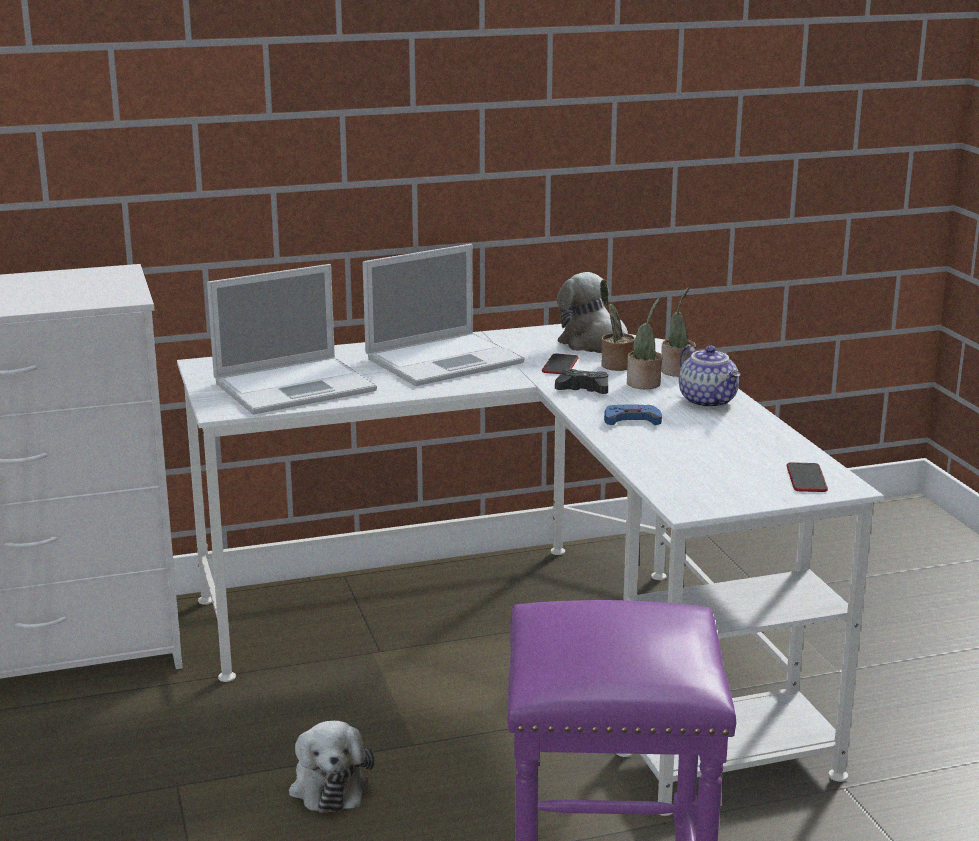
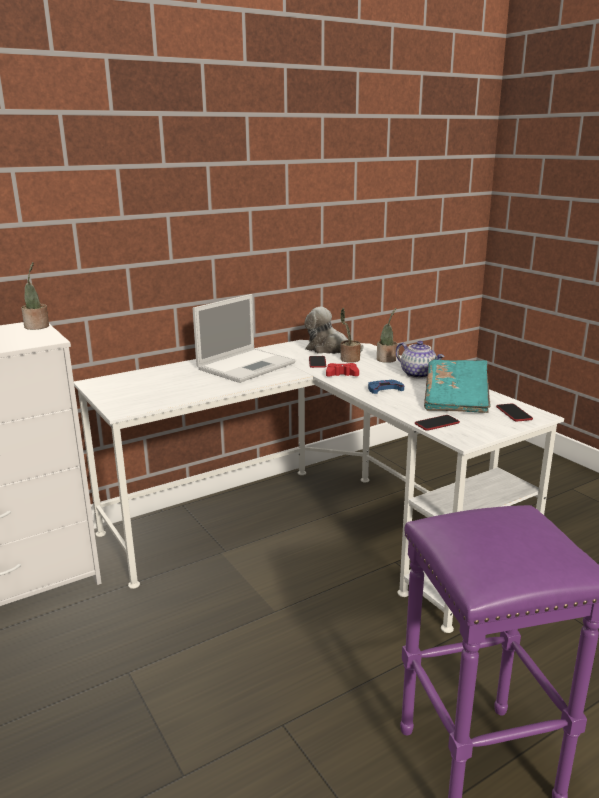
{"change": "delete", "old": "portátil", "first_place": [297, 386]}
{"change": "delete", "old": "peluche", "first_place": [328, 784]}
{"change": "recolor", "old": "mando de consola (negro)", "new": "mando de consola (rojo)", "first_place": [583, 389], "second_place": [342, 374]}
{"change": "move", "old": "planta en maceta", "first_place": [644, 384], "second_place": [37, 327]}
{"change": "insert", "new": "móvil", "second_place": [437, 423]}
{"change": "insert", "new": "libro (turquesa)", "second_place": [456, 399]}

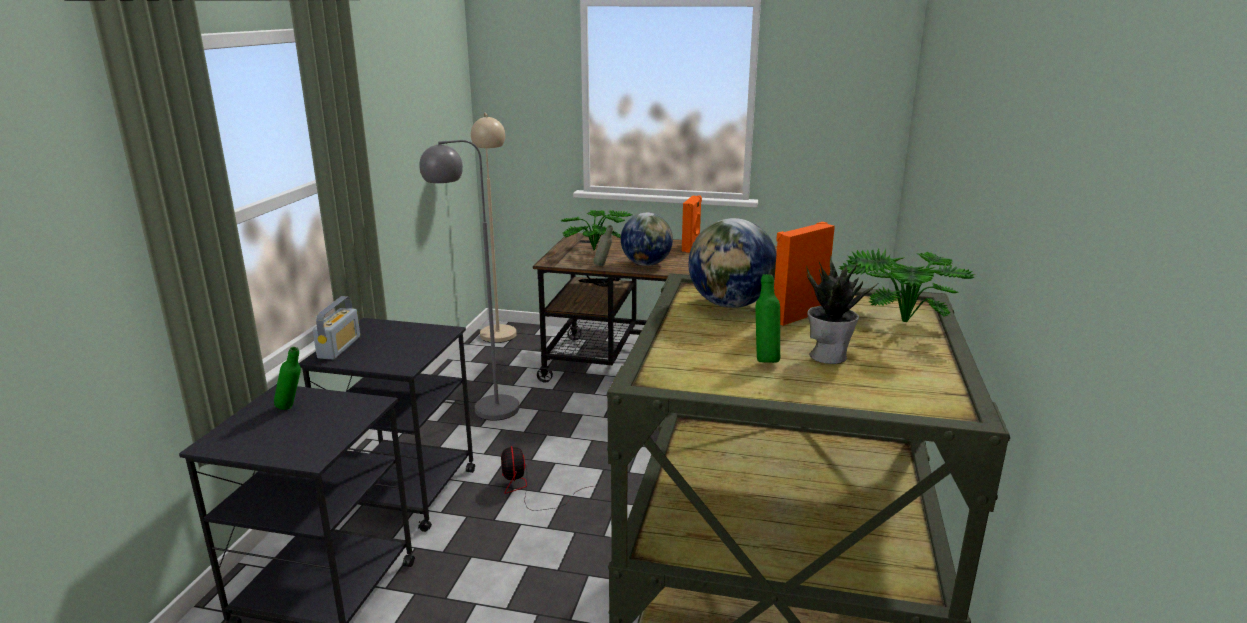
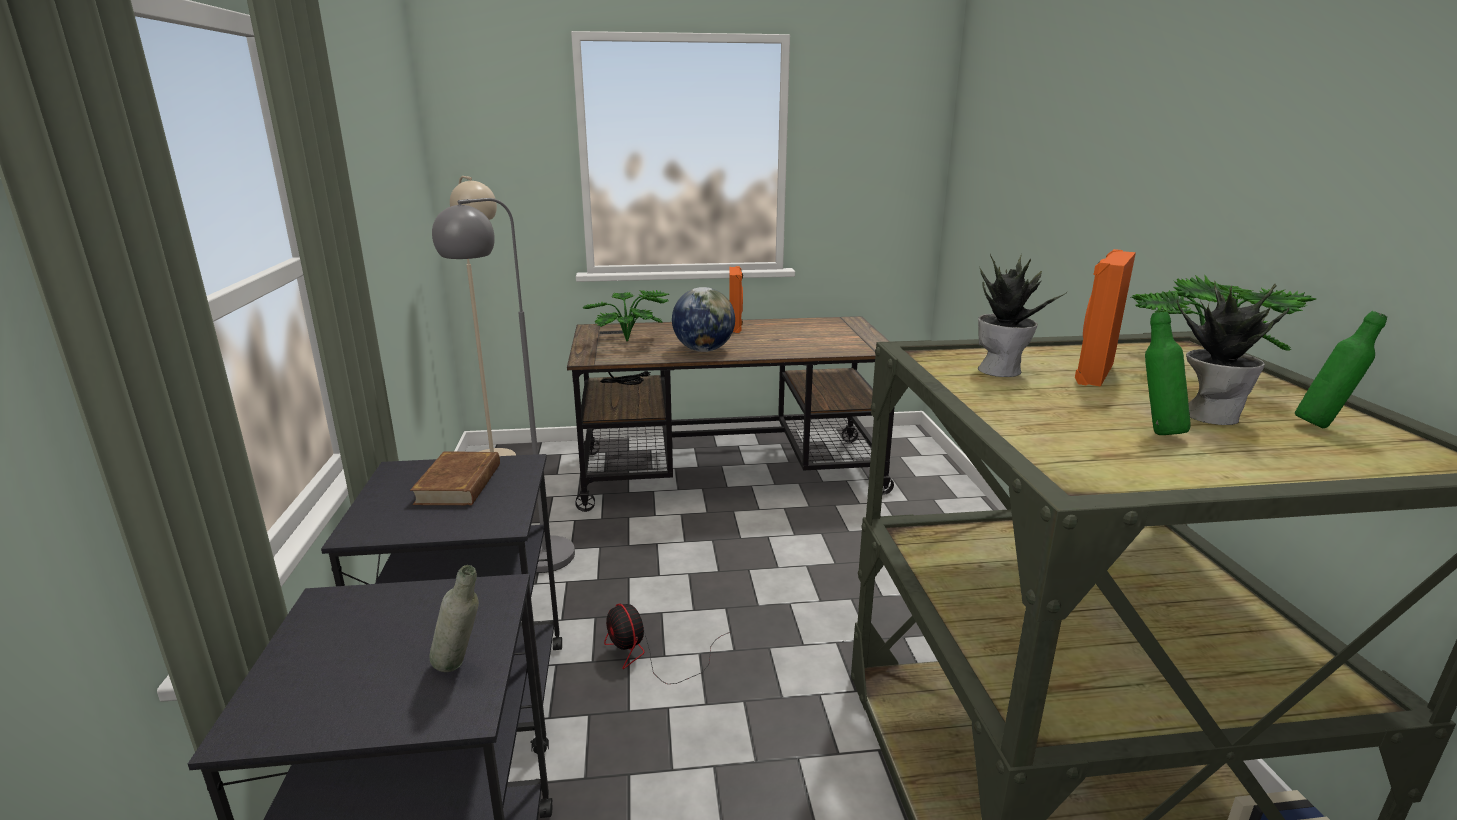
{"change": "move", "old": "botella (verde)", "first_place": [292, 408], "second_place": [1322, 425]}
{"change": "delete", "old": "radio", "first_place": [339, 347]}
{"change": "move", "old": "botella (gris)", "first_place": [603, 266], "second_place": [461, 668]}
{"change": "replace", "old": "globo terráqueo", "new": "planta en maceta", "first_place": [730, 304], "second_place": [1001, 370]}
{"change": "insert", "new": "libro (marrón)", "second_place": [459, 484]}

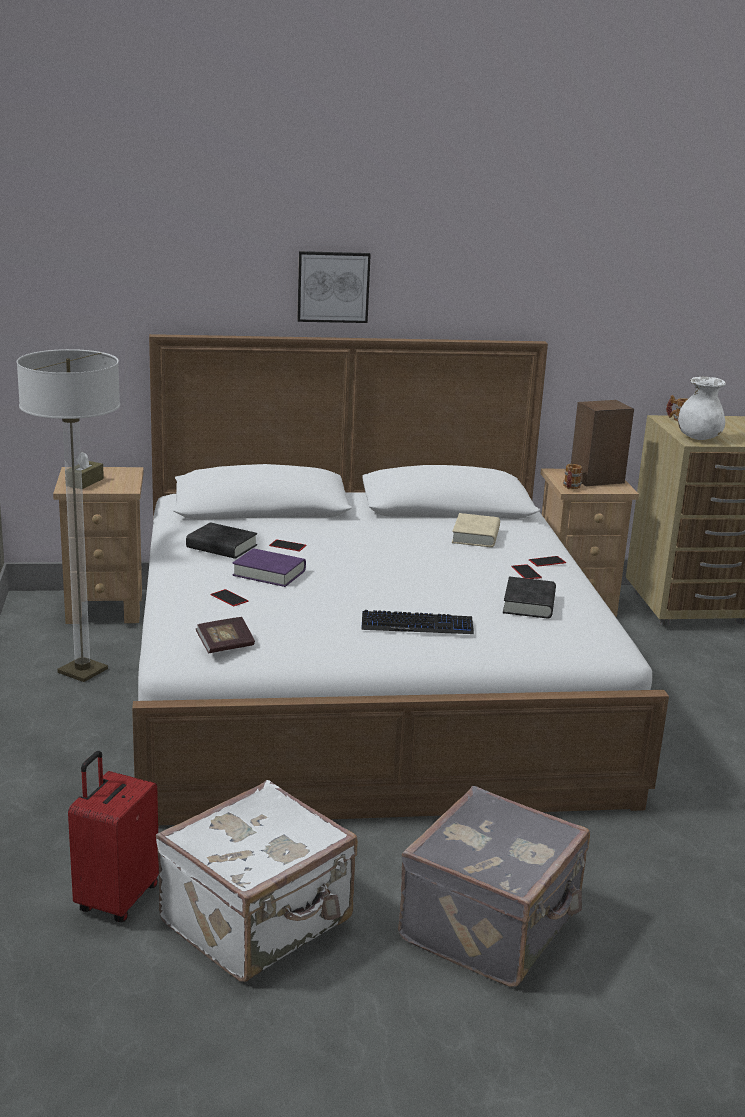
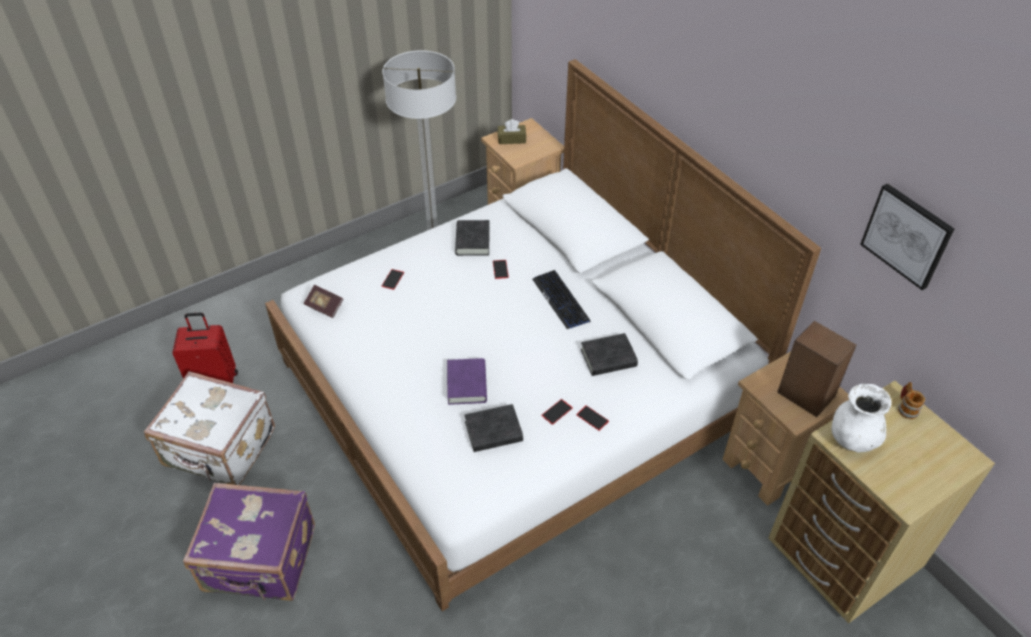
{"change": "move", "old": "libro (morado)", "first_place": [269, 573], "second_place": [467, 384]}
{"change": "move", "old": "cuadro", "first_place": [333, 287], "second_place": [907, 235]}
{"change": "move", "old": "teclado", "first_place": [417, 625], "second_place": [561, 300]}
{"change": "recolor", "old": "maleta (gris)", "new": "maleta (morado)", "first_place": [493, 927], "second_place": [260, 561]}
{"change": "recolor", "old": "libro (beis)", "new": "libro (negro)", "first_place": [475, 536], "second_place": [608, 358]}
{"change": "delete", "old": "taza grande", "first_place": [570, 487]}

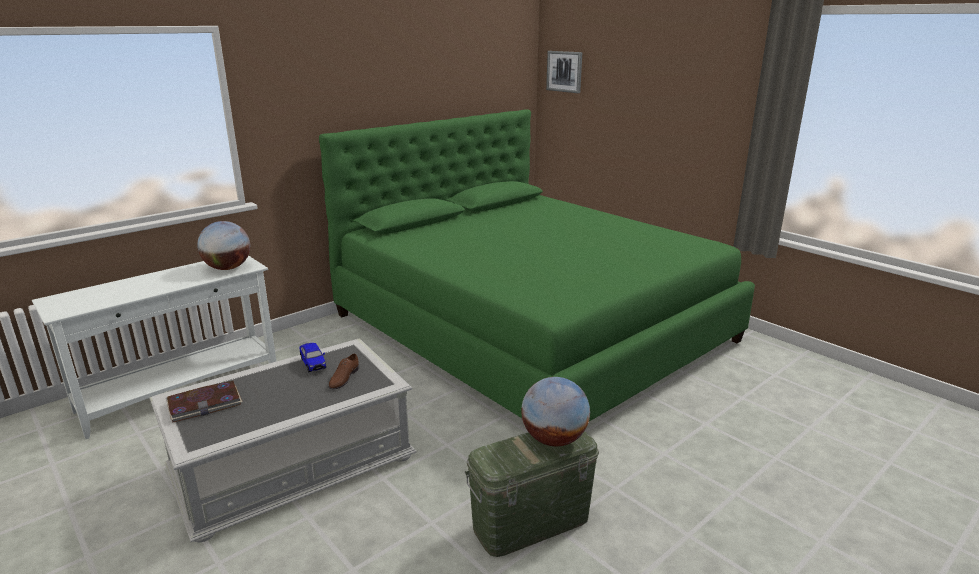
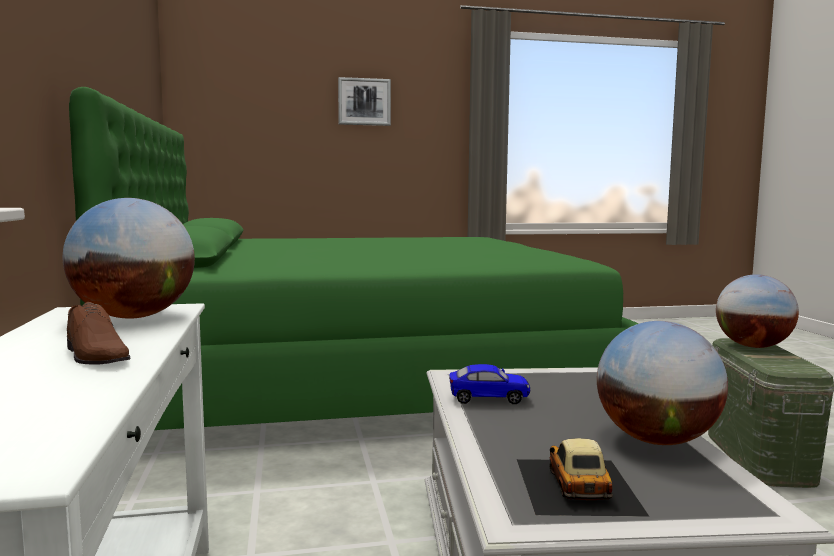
{"change": "replace", "old": "libro", "new": "coche de juguete", "first_place": [205, 404], "second_place": [576, 485]}
{"change": "move", "old": "zapato (marrón)", "first_place": [343, 378], "second_place": [94, 354]}
{"change": "move", "old": "cuadro", "first_place": [564, 71], "second_place": [364, 102]}
{"change": "insert", "new": "globo terráqueo", "second_place": [657, 440]}

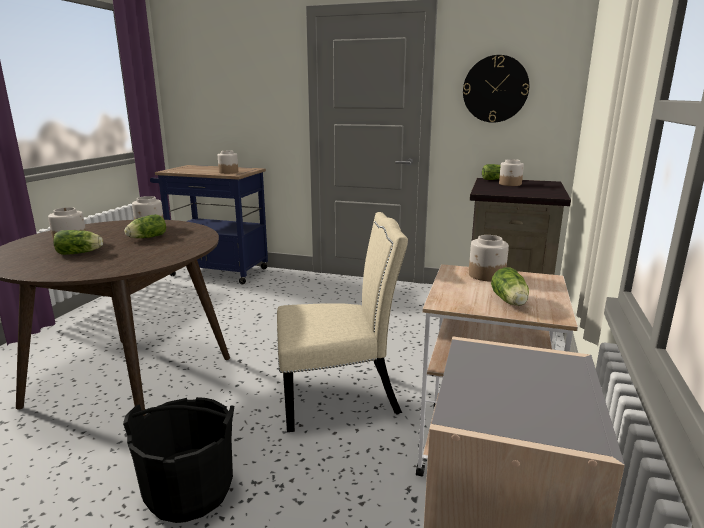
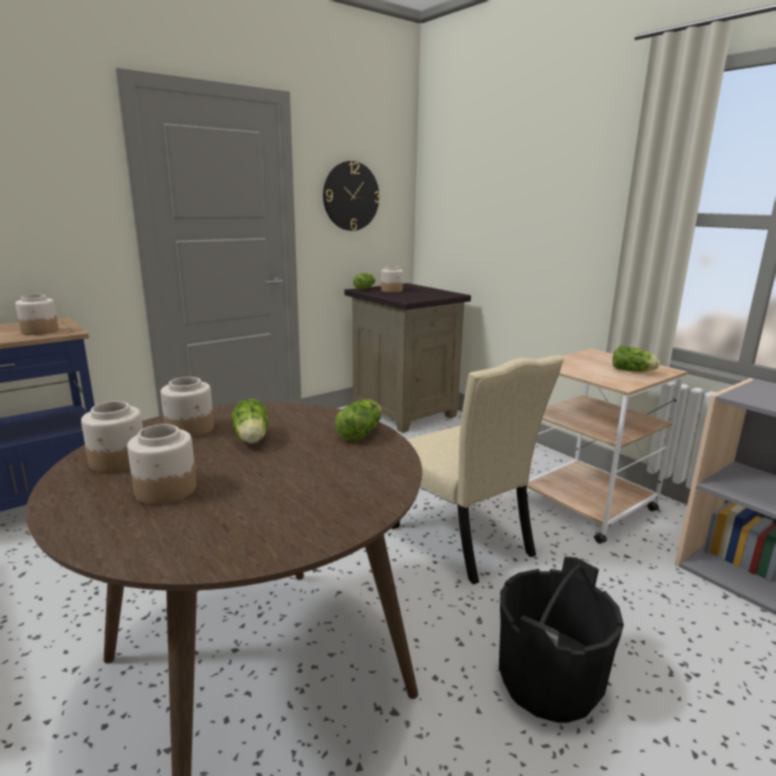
{"change": "move", "old": "lechuga", "first_place": [81, 253], "second_place": [361, 433]}
{"change": "rotate", "old": "silla (beis)", "first_place": [337, 398], "second_place": [460, 537], "degrees": 120}
{"change": "move", "old": "tarro", "first_place": [486, 275], "second_place": [118, 461]}

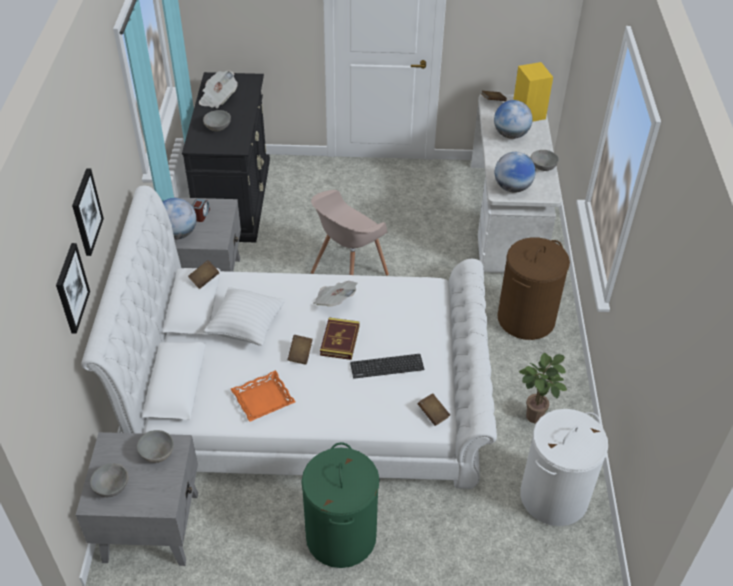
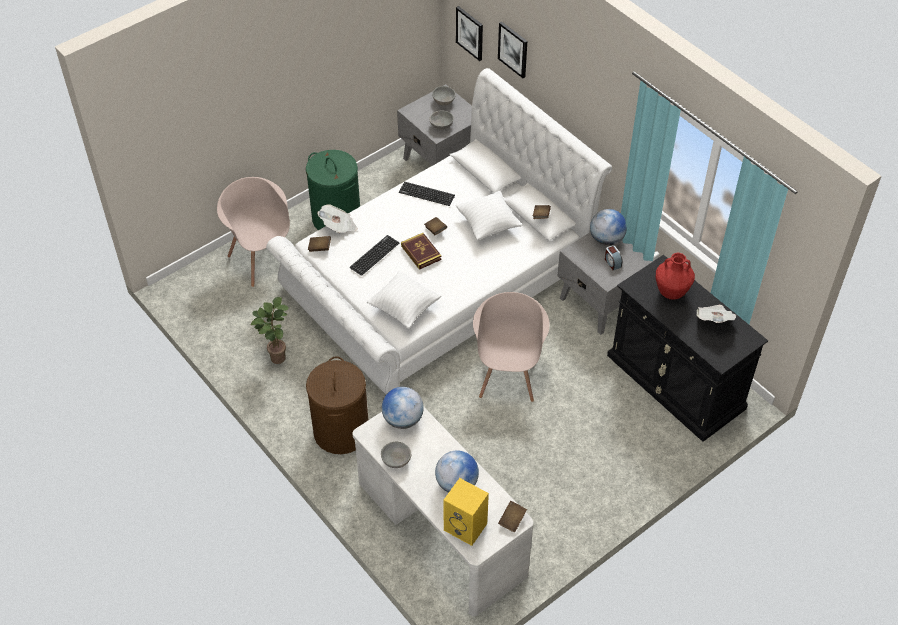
{"change": "move", "old": "cuadro", "first_place": [86, 212], "second_place": [470, 33]}
{"change": "replace", "old": "cuenco (gris)", "new": "florero (rojo)", "first_place": [218, 128], "second_place": [671, 292]}
{"change": "replace", "old": "bandeja (naranja)", "new": "teclado", "first_place": [263, 400], "second_place": [426, 194]}
{"change": "move", "old": "periódico", "first_place": [335, 301], "second_place": [338, 226]}
{"change": "delete", "old": "cesto de la ropa (blanco)", "first_place": [553, 496]}
{"change": "insert", "new": "silla (beis)", "second_place": [262, 260]}
{"change": "insert", "new": "cojín (blanco)", "second_place": [404, 308]}

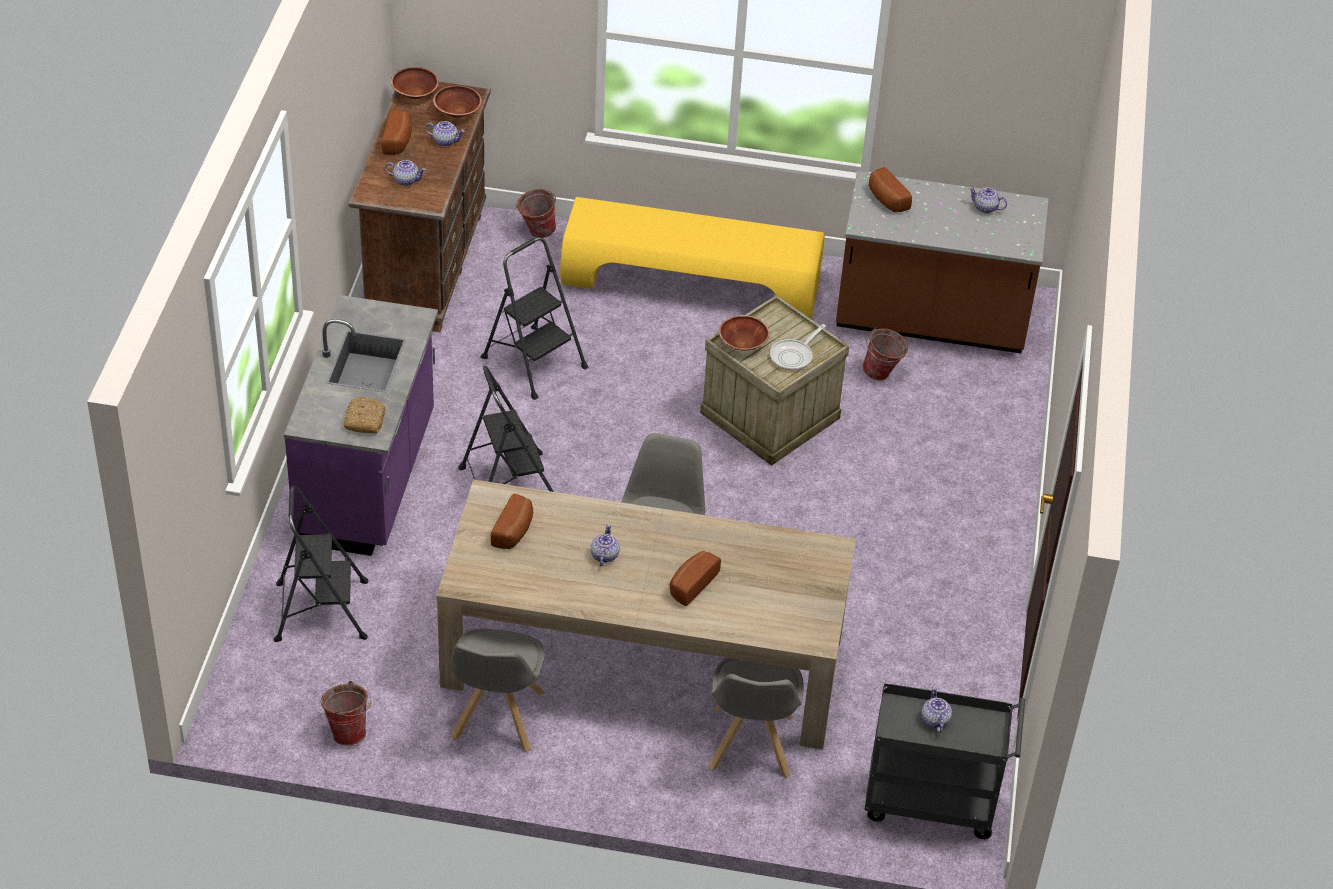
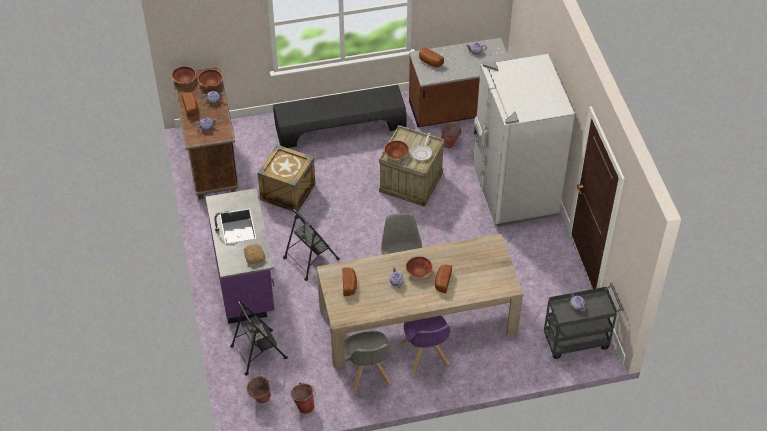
{"change": "replace", "old": "escalera de tijera (negro)", "new": "caja de embalaje", "first_place": [532, 360], "second_place": [288, 192]}
{"change": "move", "old": "cubo", "first_place": [536, 232], "second_place": [259, 399]}
{"change": "recolor", "old": "banco (amarillo)", "new": "banco (negro)", "first_place": [691, 281], "second_place": [340, 127]}
{"change": "delete", "old": "silla (gris)", "first_place": [751, 746]}
{"change": "insert", "new": "silla (morado)", "second_place": [425, 356]}
{"change": "insert", "new": "cuenco (marrón)", "second_place": [419, 272]}
{"change": "insert", "new": "nevera (blanco)", "second_place": [514, 192]}

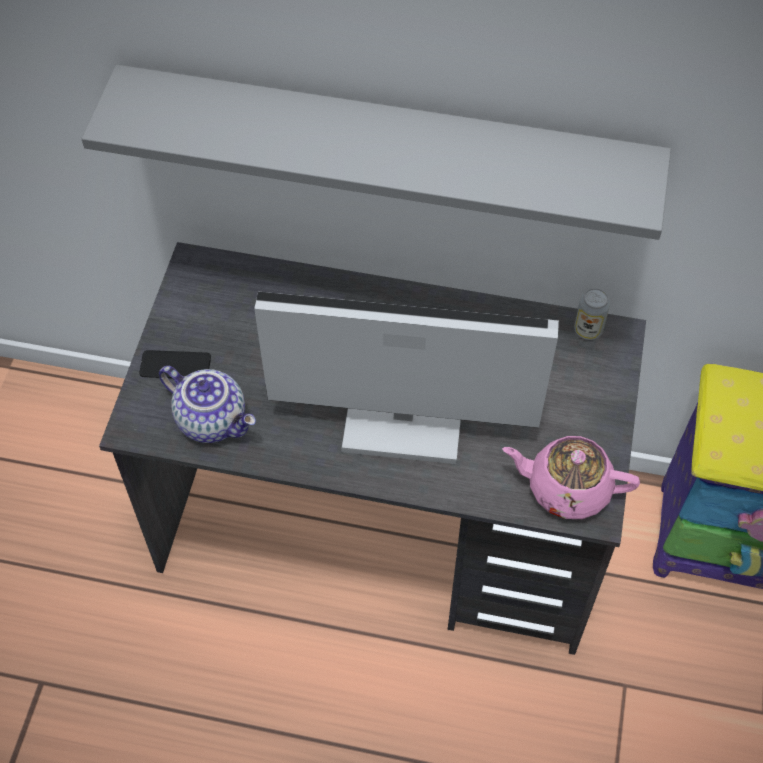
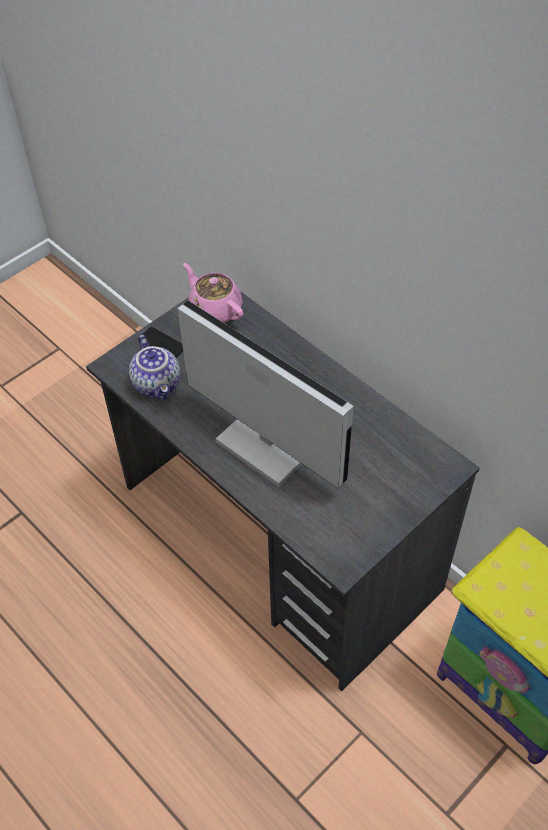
{"change": "delete", "old": "estante (gris)", "first_place": [386, 147]}
{"change": "move", "old": "tetera (rosa)", "first_place": [566, 488], "second_place": [215, 309]}
{"change": "delete", "old": "lata", "first_place": [588, 330]}

